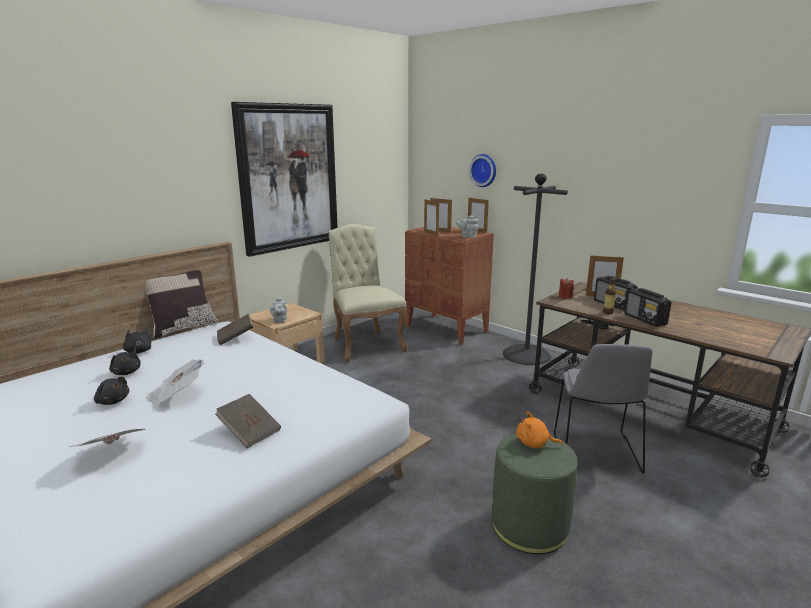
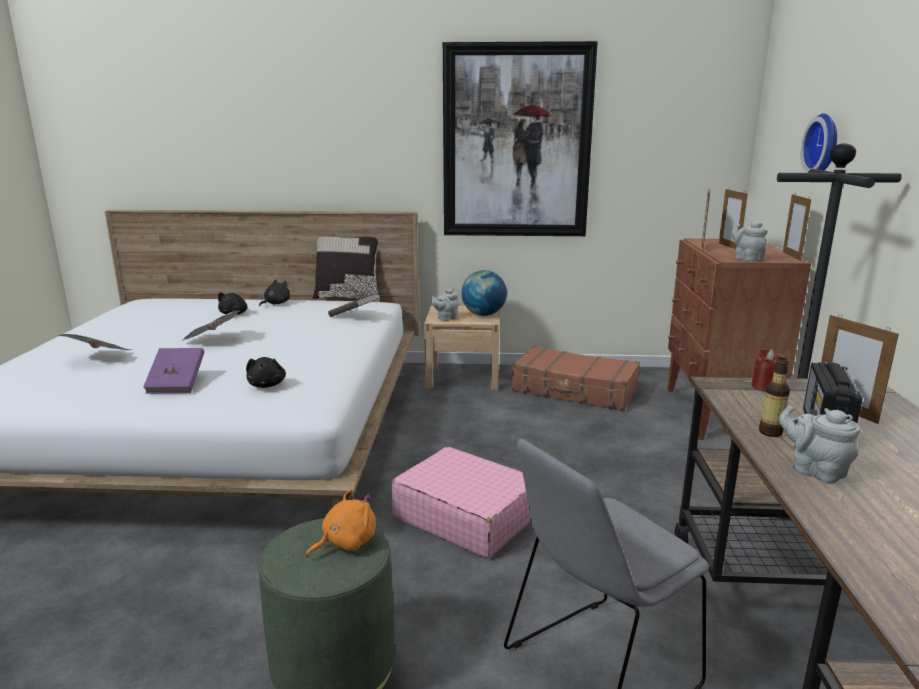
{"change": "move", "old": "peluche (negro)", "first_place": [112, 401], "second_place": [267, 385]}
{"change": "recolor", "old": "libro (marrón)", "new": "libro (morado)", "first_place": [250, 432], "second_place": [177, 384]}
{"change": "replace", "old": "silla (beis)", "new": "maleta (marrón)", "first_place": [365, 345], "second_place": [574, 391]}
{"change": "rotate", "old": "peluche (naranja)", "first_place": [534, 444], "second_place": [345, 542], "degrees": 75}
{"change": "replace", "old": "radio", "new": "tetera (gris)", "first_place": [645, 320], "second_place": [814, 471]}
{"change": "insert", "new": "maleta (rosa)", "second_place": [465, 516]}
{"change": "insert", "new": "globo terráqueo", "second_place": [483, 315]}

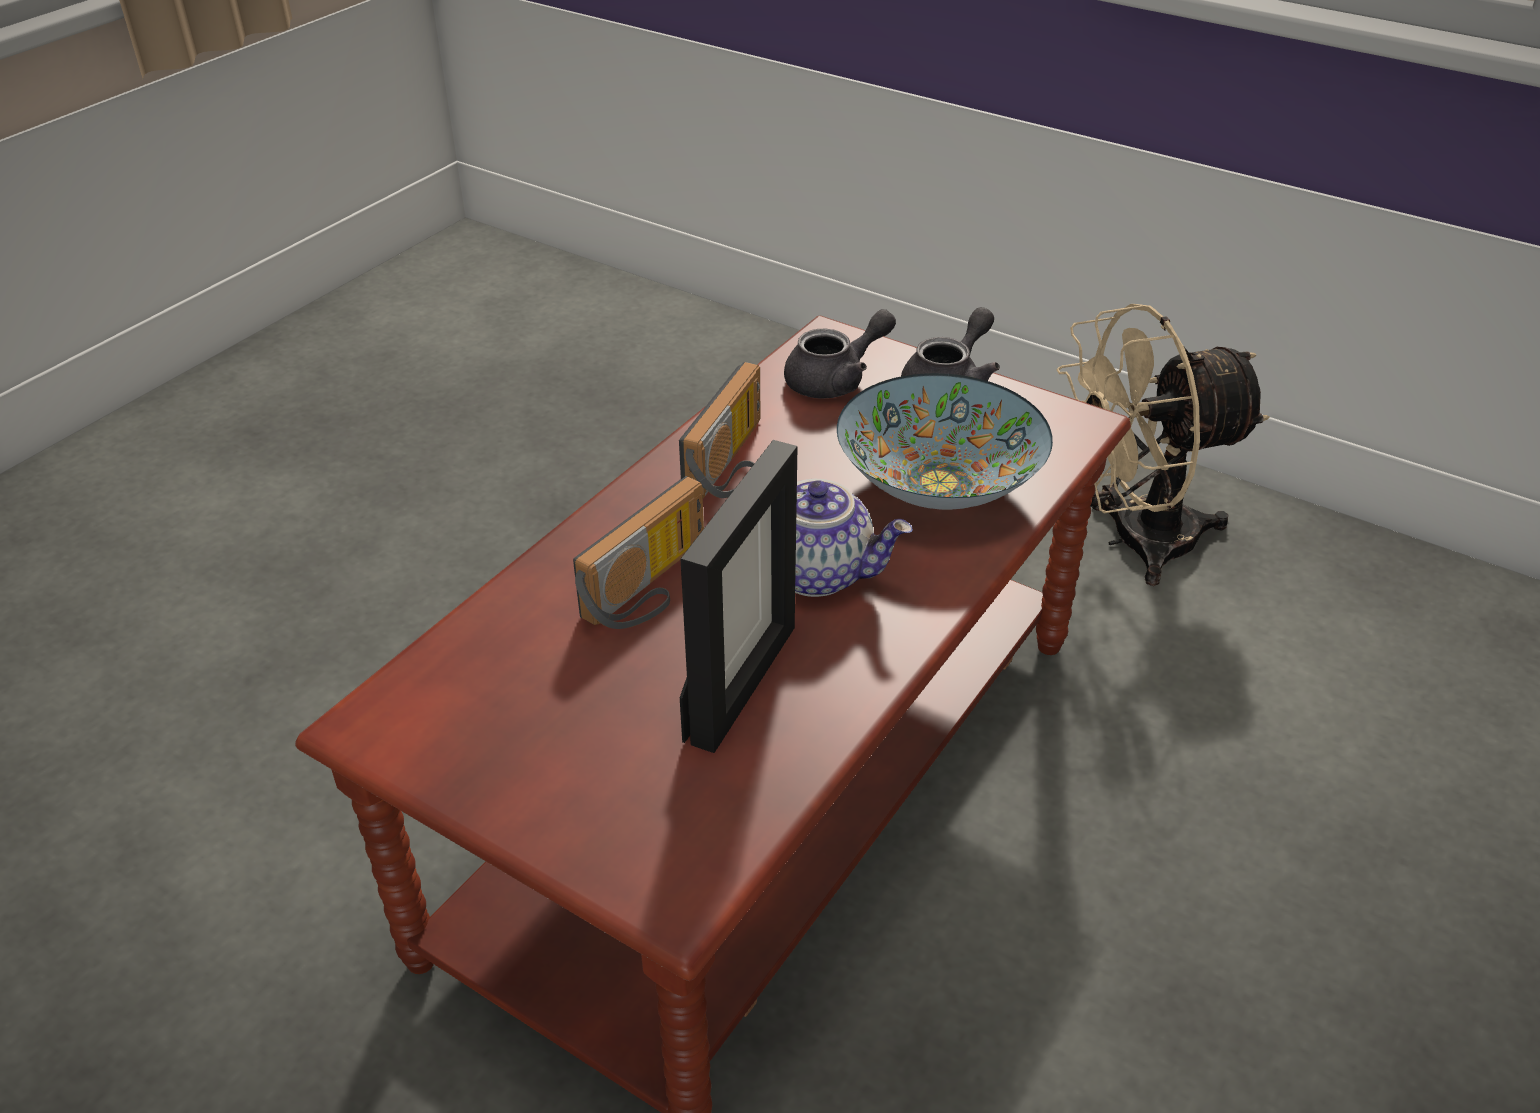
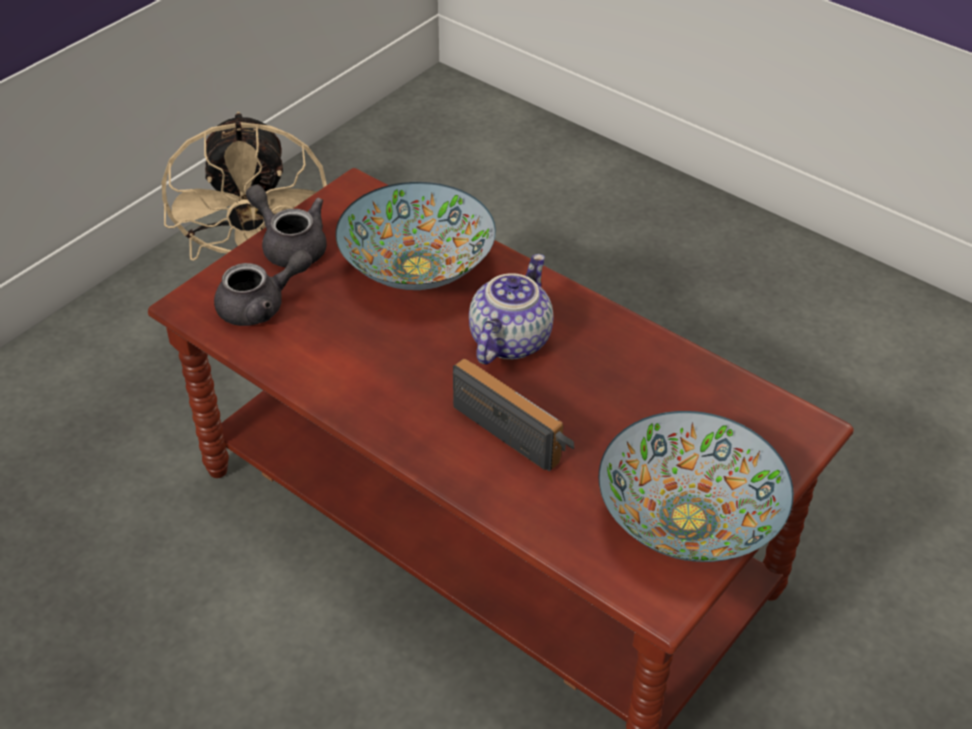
{"change": "delete", "old": "radio", "first_place": [734, 463]}
{"change": "delete", "old": "portarretratos", "first_place": [740, 682]}
{"change": "rotate", "old": "tetera (gris)", "first_place": [836, 380], "second_place": [261, 306], "degrees": 90}
{"change": "insert", "new": "cuenco", "second_place": [689, 519]}

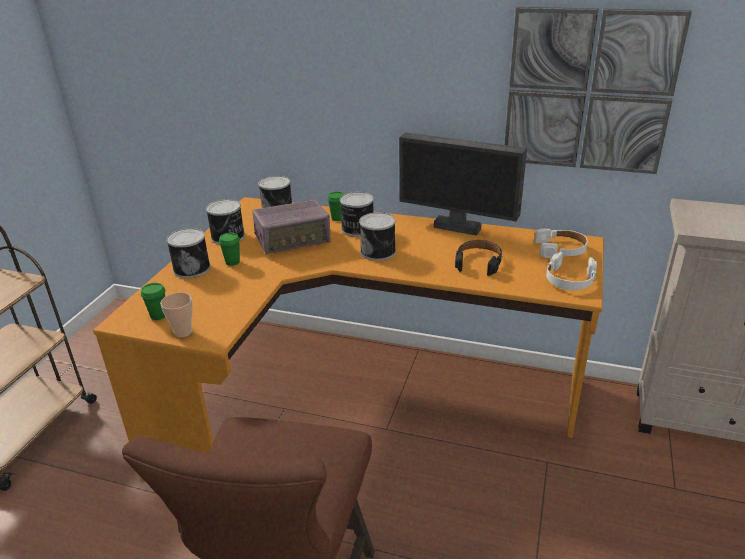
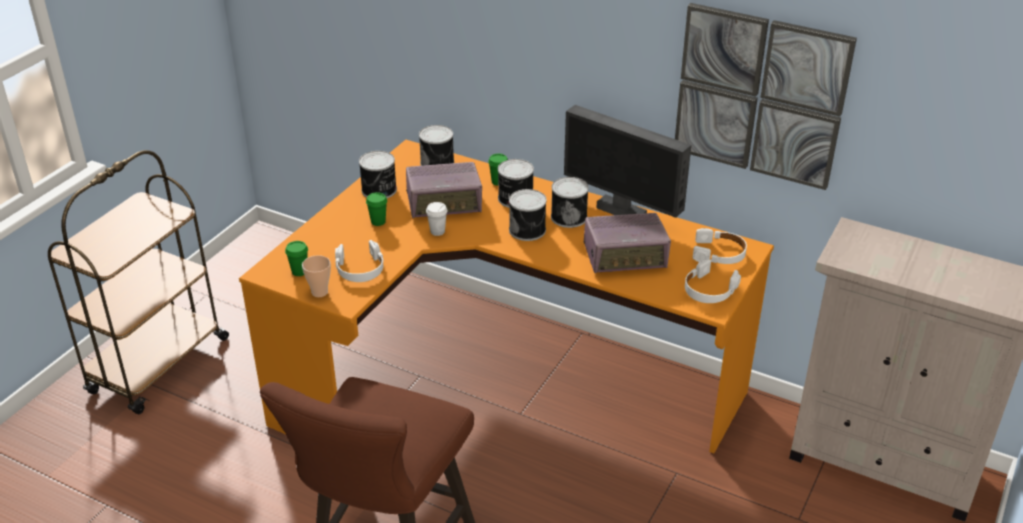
{"change": "move", "old": "lata", "first_place": [192, 268], "second_place": [569, 216]}
{"change": "replace", "old": "auriculares (negro)", "new": "radio", "first_place": [478, 262], "second_place": [625, 257]}
{"change": "insert", "new": "auriculares (blanco)", "second_place": [360, 269]}
{"change": "insert", "new": "taza (blanco)", "second_place": [437, 231]}

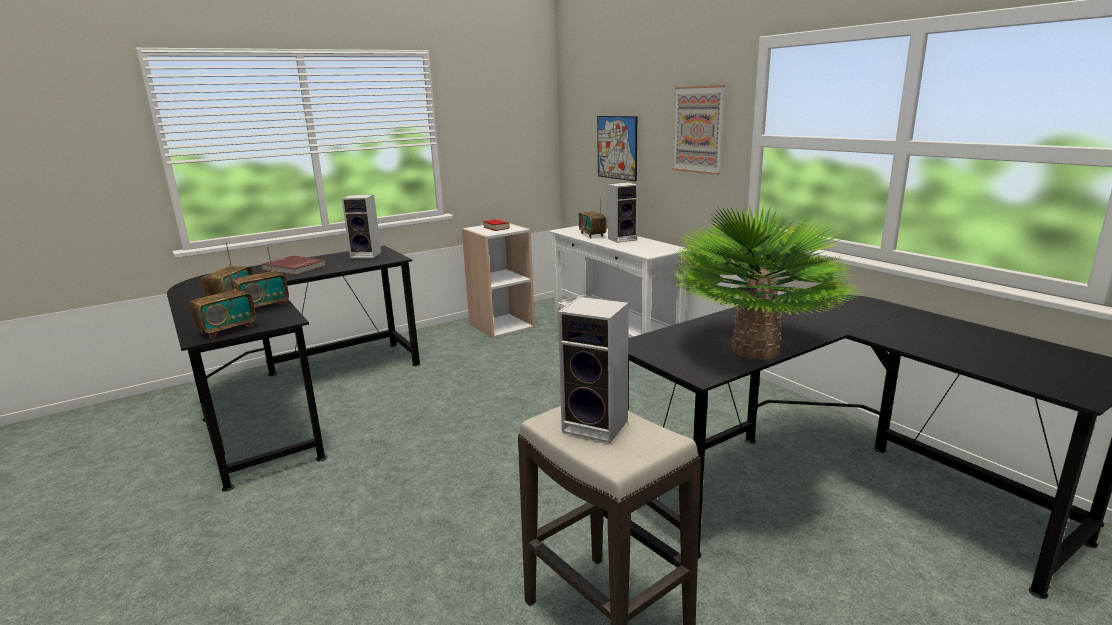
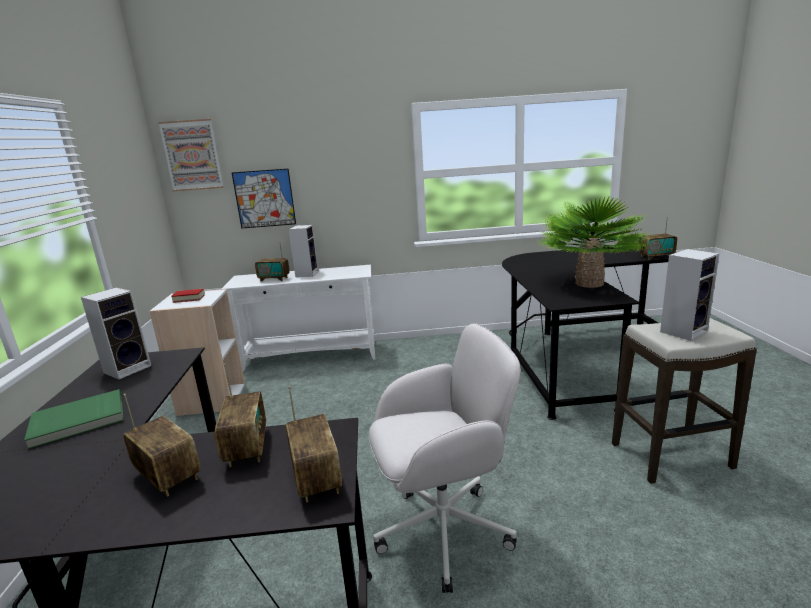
{"change": "recolor", "old": "libro (rojo)", "new": "libro (verde)", "first_place": [293, 267], "second_place": [78, 421]}
{"change": "move", "old": "cuadro", "first_place": [698, 129], "second_place": [192, 155]}
{"change": "insert", "new": "silla de oficina (blanco)", "second_place": [444, 532]}
{"change": "insert", "new": "radio", "second_place": [655, 256]}

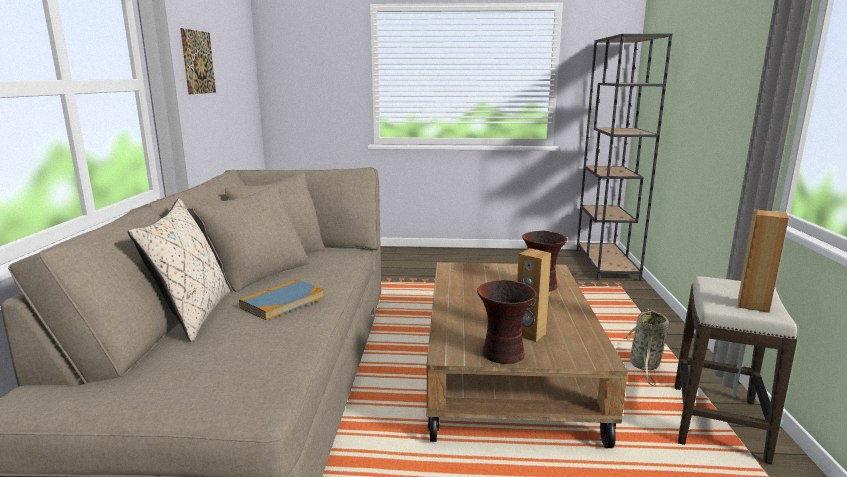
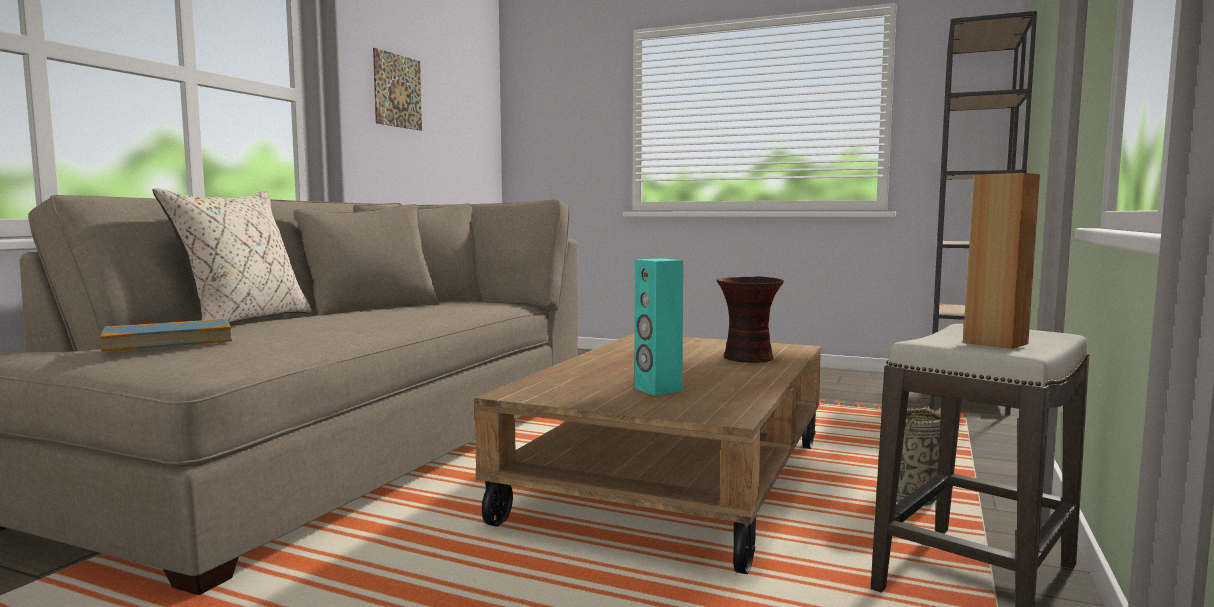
{"change": "move", "old": "libro", "first_place": [282, 302], "second_place": [168, 341]}
{"change": "delete", "old": "florero", "first_place": [503, 354]}
{"change": "recolor", "old": "altavoz (marrón)", "new": "altavoz (turquesa)", "first_place": [529, 334], "second_place": [657, 390]}

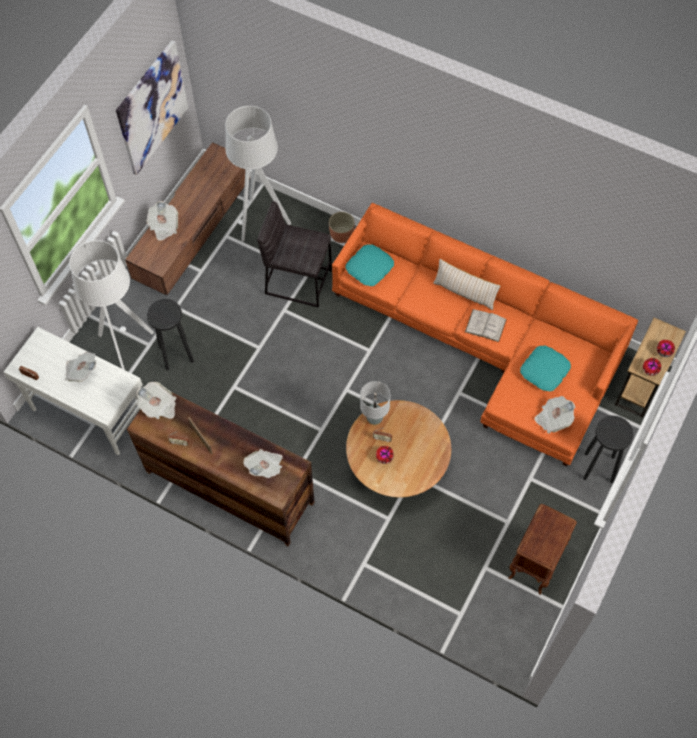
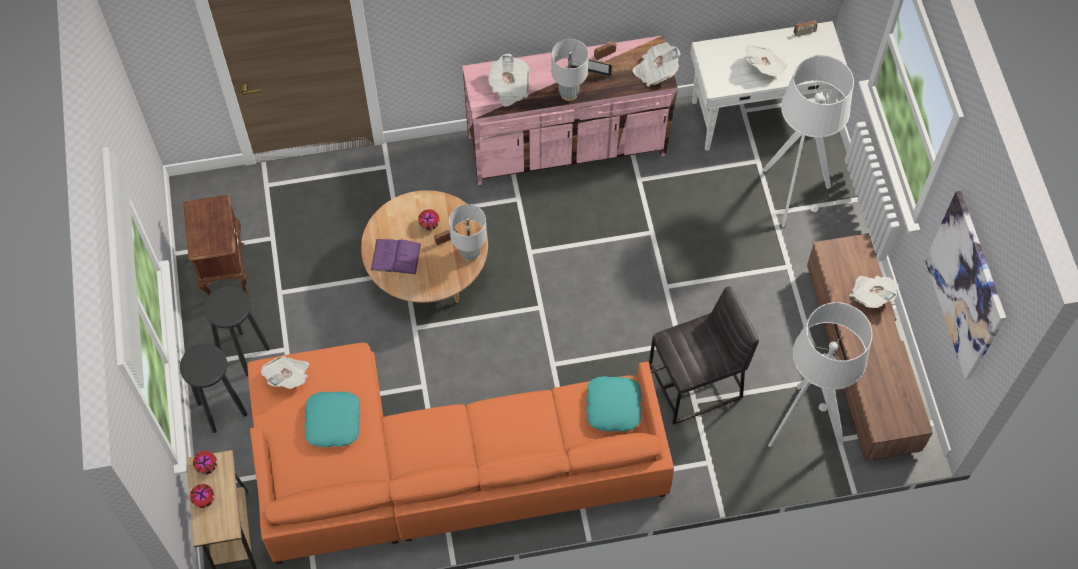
{"change": "recolor", "old": "armario (marrón)", "new": "armario (rosa)", "first_place": [229, 485], "second_place": [568, 146]}
{"change": "move", "old": "taburete (negro)", "first_place": [176, 354], "second_place": [245, 353]}
{"change": "delete", "old": "maceta", "first_place": [342, 235]}
{"change": "delete", "old": "cojín (beis)", "first_place": [464, 292]}
{"change": "delete", "old": "libro (blanco)", "first_place": [485, 325]}
{"change": "insert", "new": "libro (morado)", "second_place": [396, 257]}
{"change": "insert", "new": "lámpara de mesa (gris)", "second_place": [568, 93]}

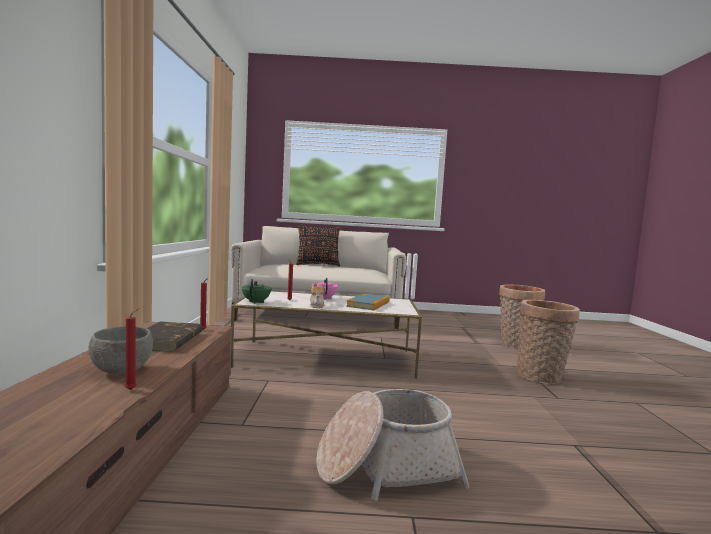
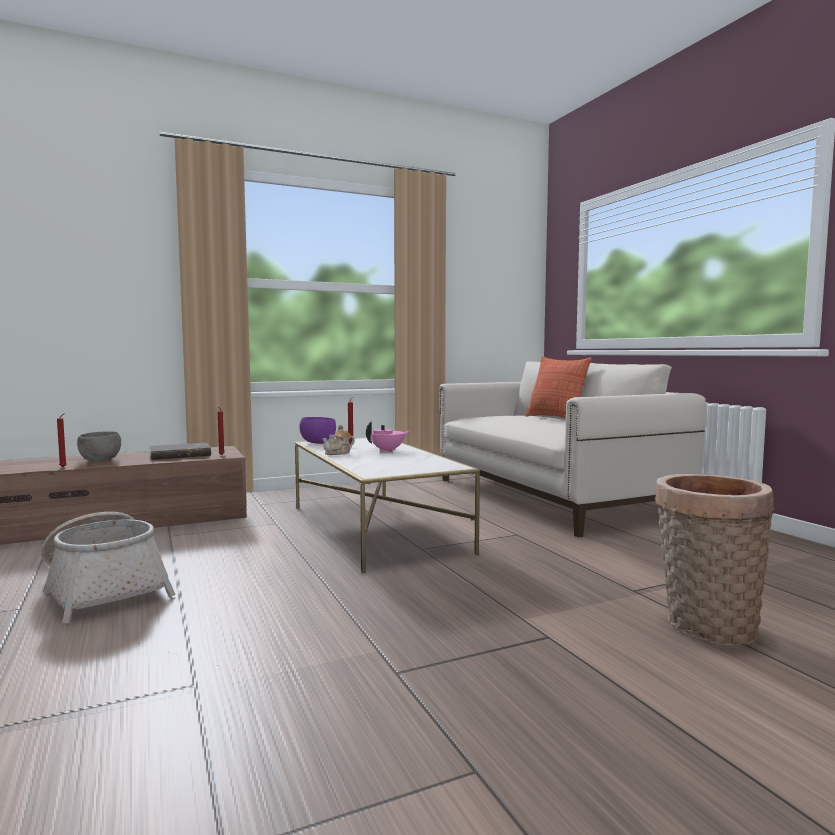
{"change": "replace", "old": "tetera (verde)", "new": "cuenco (morado)", "first_place": [256, 302], "second_place": [318, 443]}
{"change": "recolor", "old": "cojín (negro)", "new": "cojín (naranja)", "first_place": [317, 265], "second_place": [556, 418]}
{"change": "delete", "old": "libro", "first_place": [368, 304]}
{"change": "delete", "old": "cesta", "first_place": [541, 377]}

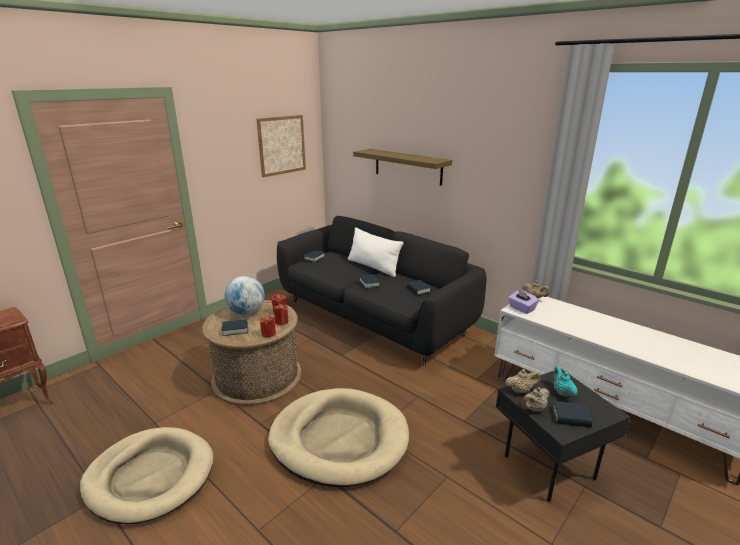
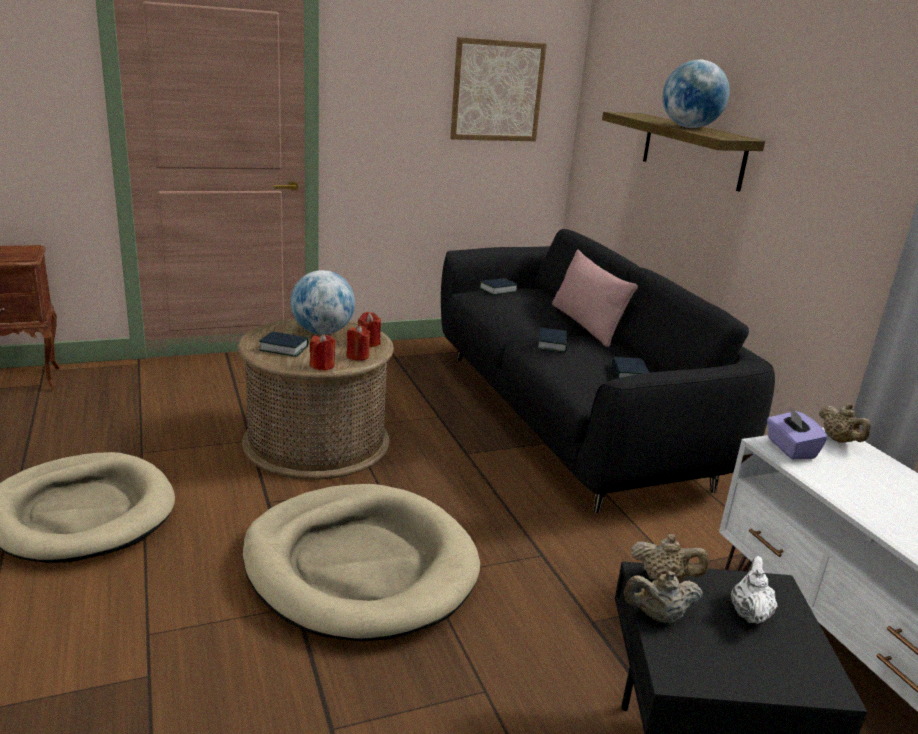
{"change": "recolor", "old": "cojín (blanco)", "new": "cojín (rosa)", "first_place": [373, 267], "second_place": [585, 324]}
{"change": "delete", "old": "libro", "first_place": [571, 417]}
{"change": "recolor", "old": "tetera (turquesa)", "new": "tetera (blanco)", "first_place": [562, 392], "second_place": [749, 613]}
{"change": "insert", "new": "globo terráqueo", "second_place": [689, 127]}

